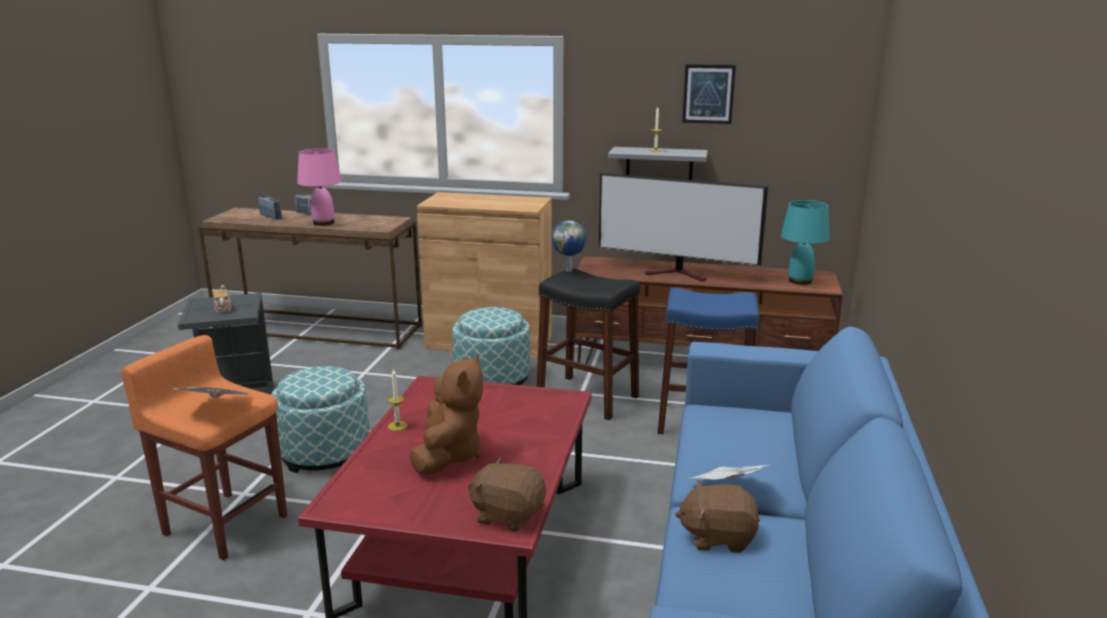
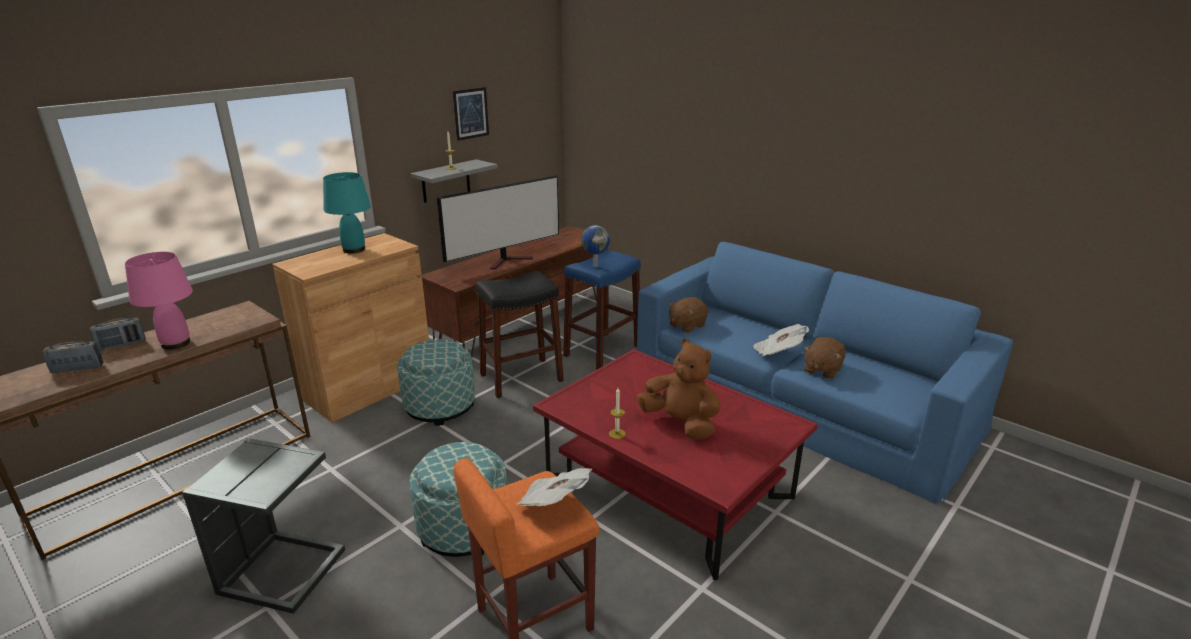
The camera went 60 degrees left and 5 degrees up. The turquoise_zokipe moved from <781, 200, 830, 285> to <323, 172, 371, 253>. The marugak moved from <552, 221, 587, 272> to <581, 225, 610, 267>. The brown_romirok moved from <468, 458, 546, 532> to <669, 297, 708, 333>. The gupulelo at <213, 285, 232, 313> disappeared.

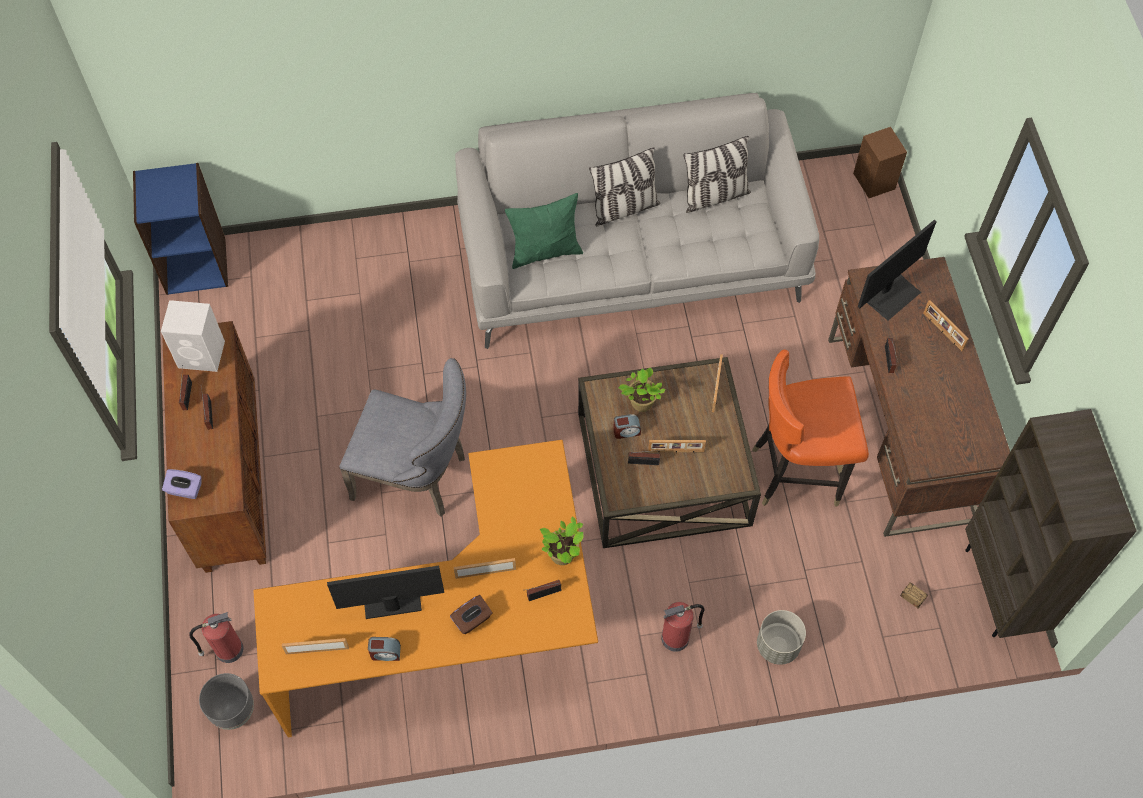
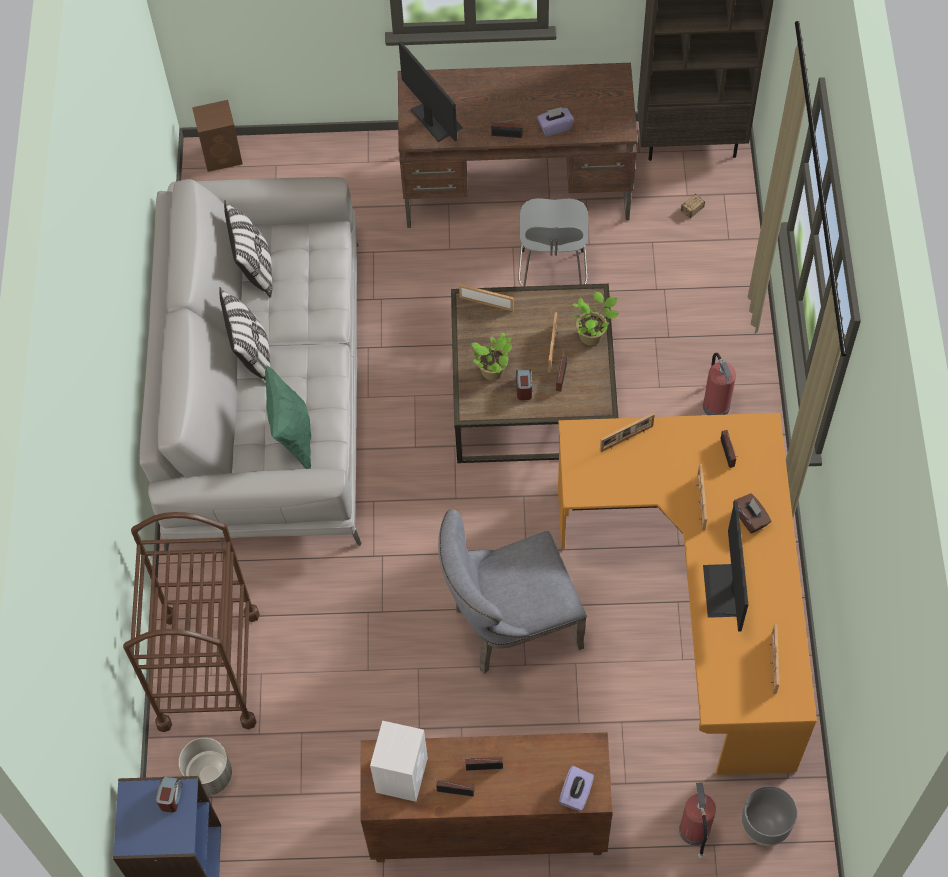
The camera went 80 degrees left and 0 degrees up. The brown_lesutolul at <123, 512, 260, 732> appeared. The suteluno moved from <368, 637, 401, 661> to <156, 777, 183, 813>. The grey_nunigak moved from <757, 610, 806, 665> to <179, 738, 232, 796>. The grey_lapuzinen at <339, 358, 466, 517> turned 135 degrees counterclockwise. The orange_lapuzinen at <752, 349, 869, 507> was replaced by the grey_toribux at <518, 198, 588, 287>. The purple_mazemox at <537, 107, 574, 137> appeared. The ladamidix moved from <540, 517, 584, 565> to <573, 292, 619, 345>. The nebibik moved from <924, 300, 969, 352> to <600, 413, 655, 452>.

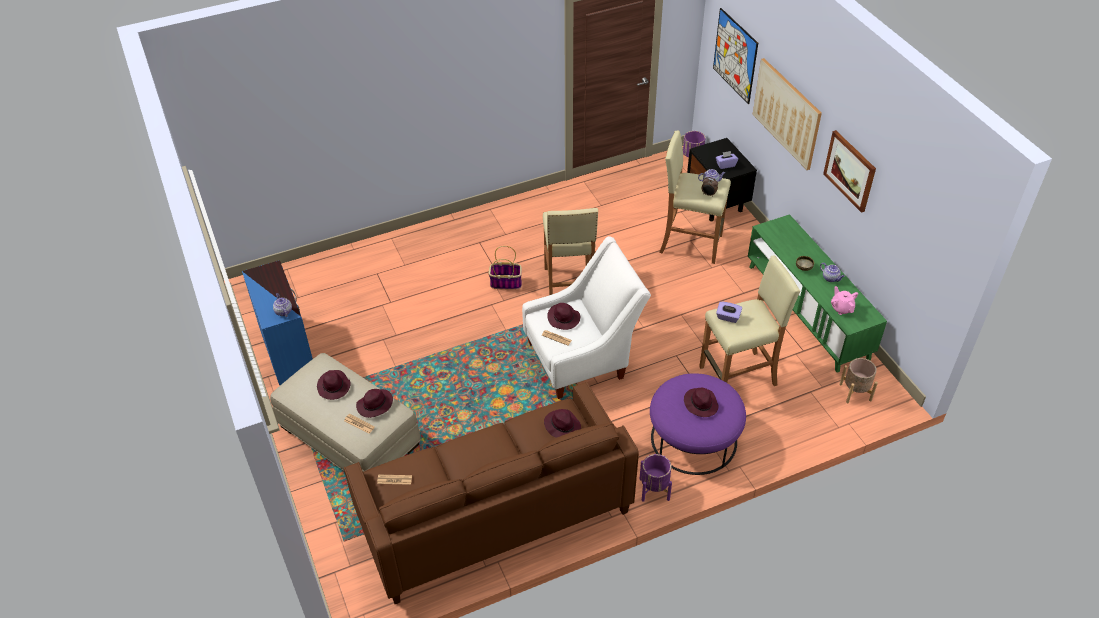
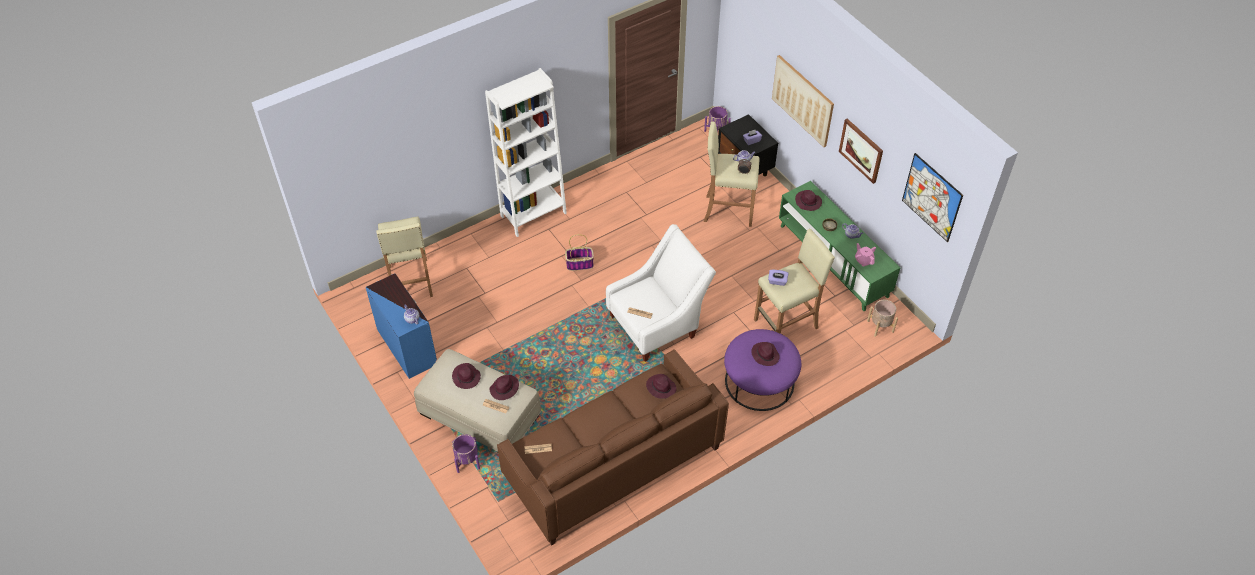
The camera went 10 degrees left and 5 degrees up. The beige_toribux moved from <543, 208, 598, 295> to <376, 216, 433, 297>. The purple_nunigak moved from <640, 454, 672, 502> to <452, 434, 480, 473>. The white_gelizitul at <485, 68, 567, 237> appeared. The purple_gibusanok moved from <547, 303, 580, 330> to <795, 190, 822, 211>. The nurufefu moved from <713, 8, 758, 104> to <902, 153, 963, 242>.

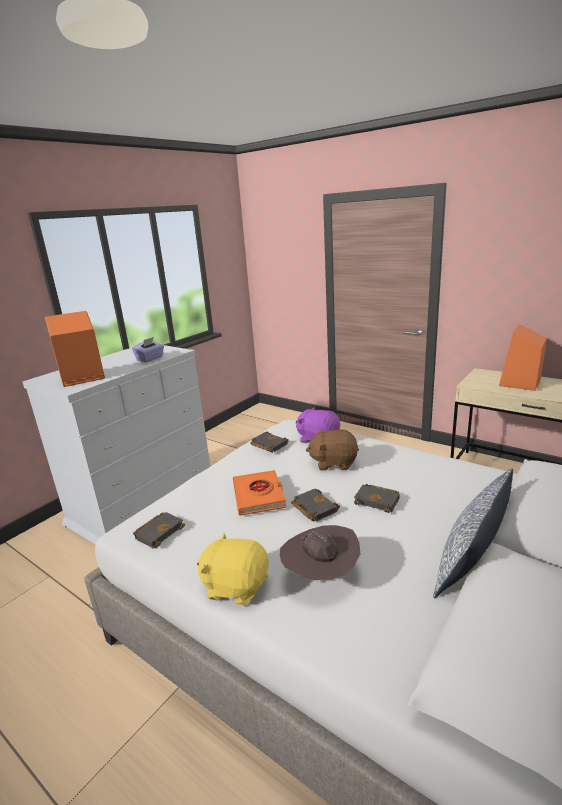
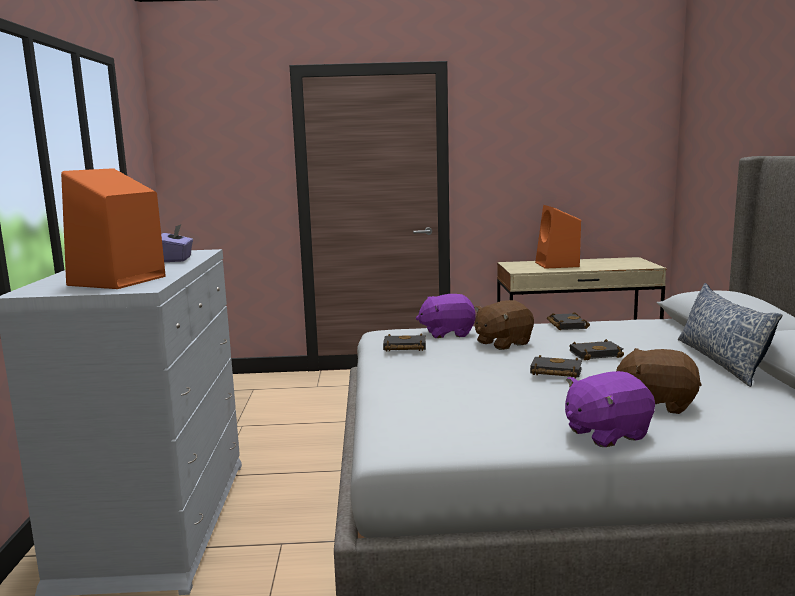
The camera went 40 degrees left and 10 degrees down. The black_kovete moved from <133, 512, 185, 548> to <547, 312, 590, 330>. The yellow_romirok at <196, 533, 269, 605> became the purple_romirok at <565, 371, 655, 447>. The brown_gibusanok at <280, 525, 361, 580> was replaced by the brown_romirok at <616, 348, 702, 414>. The orange_kovete at <233, 470, 286, 516> disappeared.

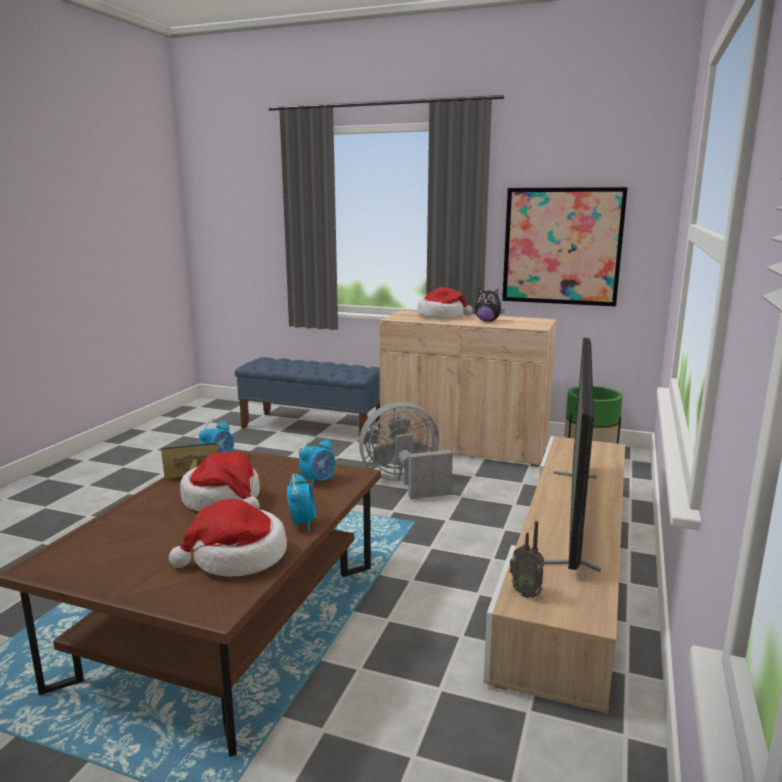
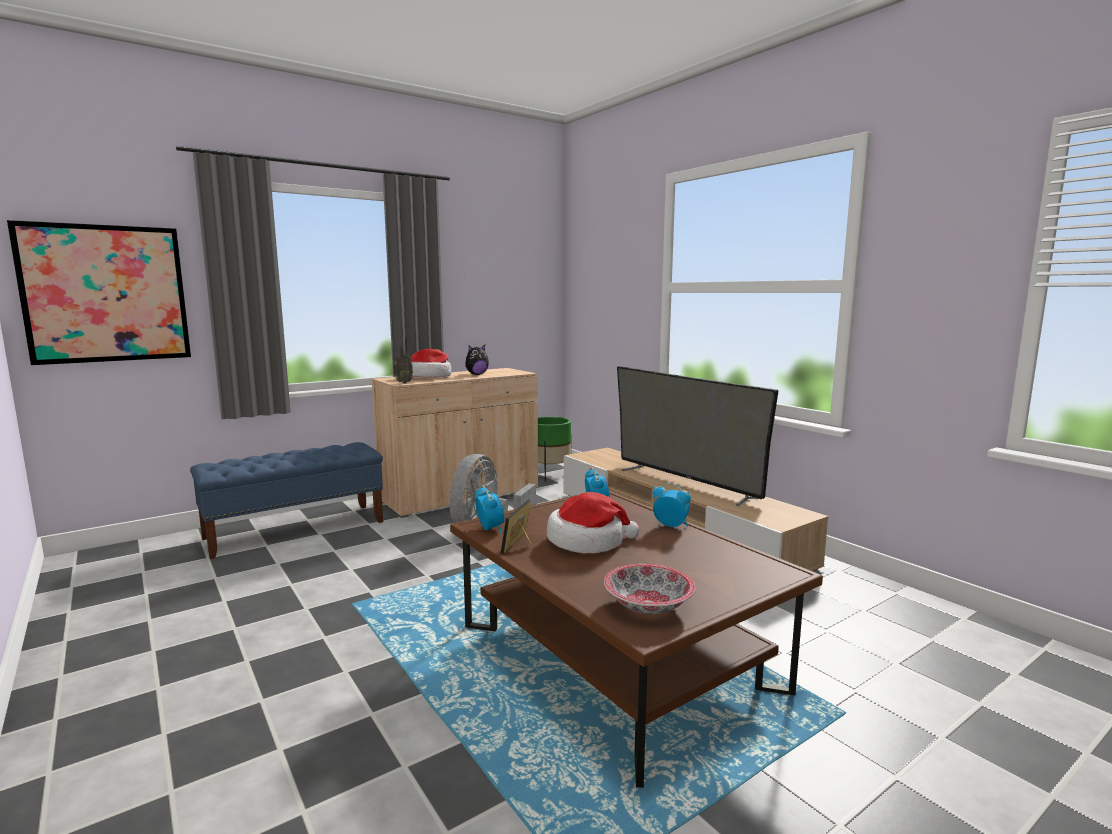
The camera went 55 degrees left and 5 degrees down. The nurufefu moved from <502, 187, 628, 307> to <7, 220, 191, 365>. The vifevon moved from <509, 521, 544, 598> to <393, 337, 413, 383>. The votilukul at <604, 564, 695, 614> appeared. The gibusanok at <169, 499, 287, 577> disappeared.

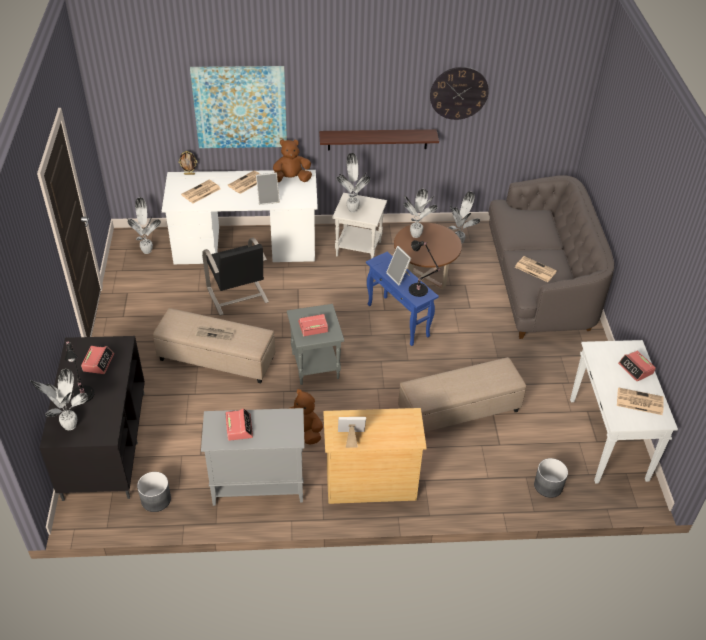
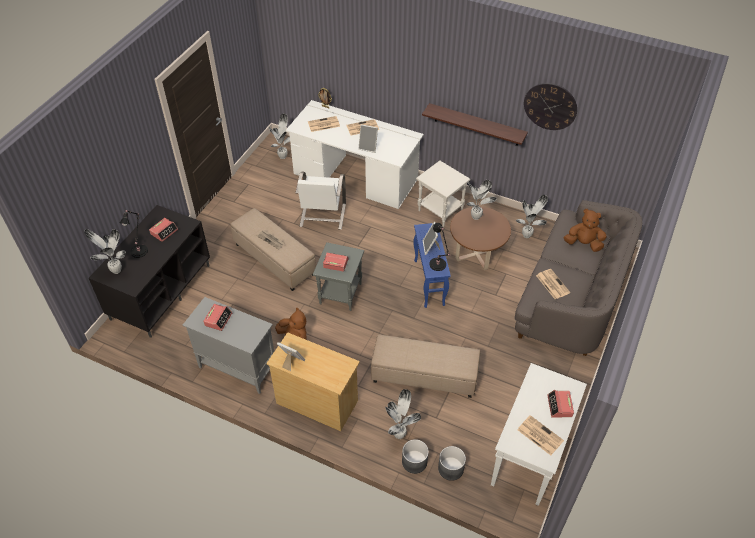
The camera went 30 degrees right and 5 degrees up. The black_lapuzinen at <202, 238, 269, 316> became the white_lapuzinen at <295, 171, 346, 230>. The ladamidix moved from <336, 153, 370, 213> to <385, 389, 421, 439>. The grey_nunigak moved from <137, 472, 171, 512> to <402, 439, 429, 474>. The brown_romirok moved from <273, 139, 312, 182> to <564, 209, 607, 252>. The nurufefu at <190, 66, 287, 148> disappeared.

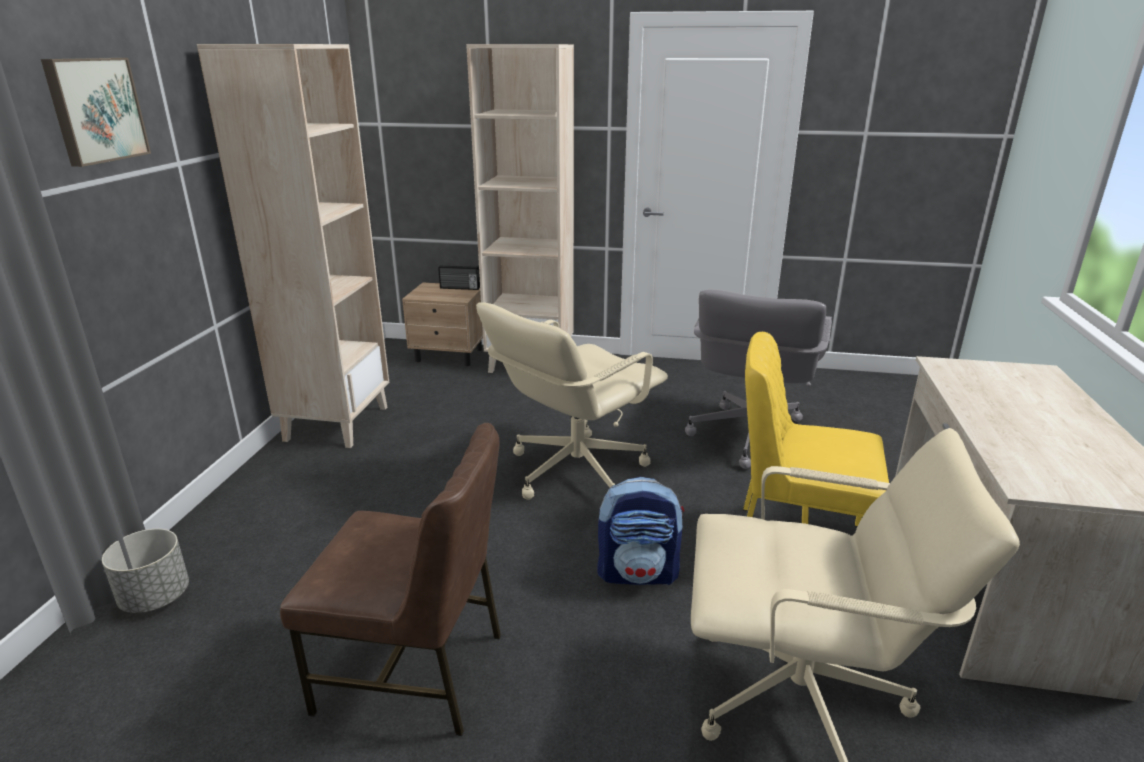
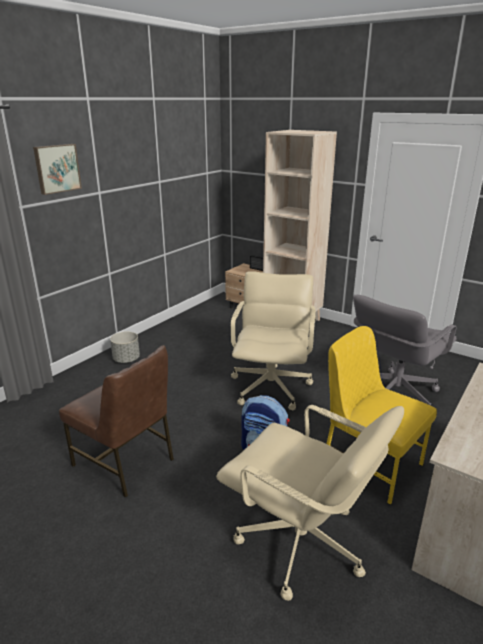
The camera went 25 degrees right and 0 degrees up. The grey_nunigak moved from <102, 529, 189, 613> to <110, 331, 140, 363>. The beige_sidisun at <476, 302, 668, 500> turned 120 degrees clockwise. The beige_gelizitul at <197, 44, 389, 448> disappeared.

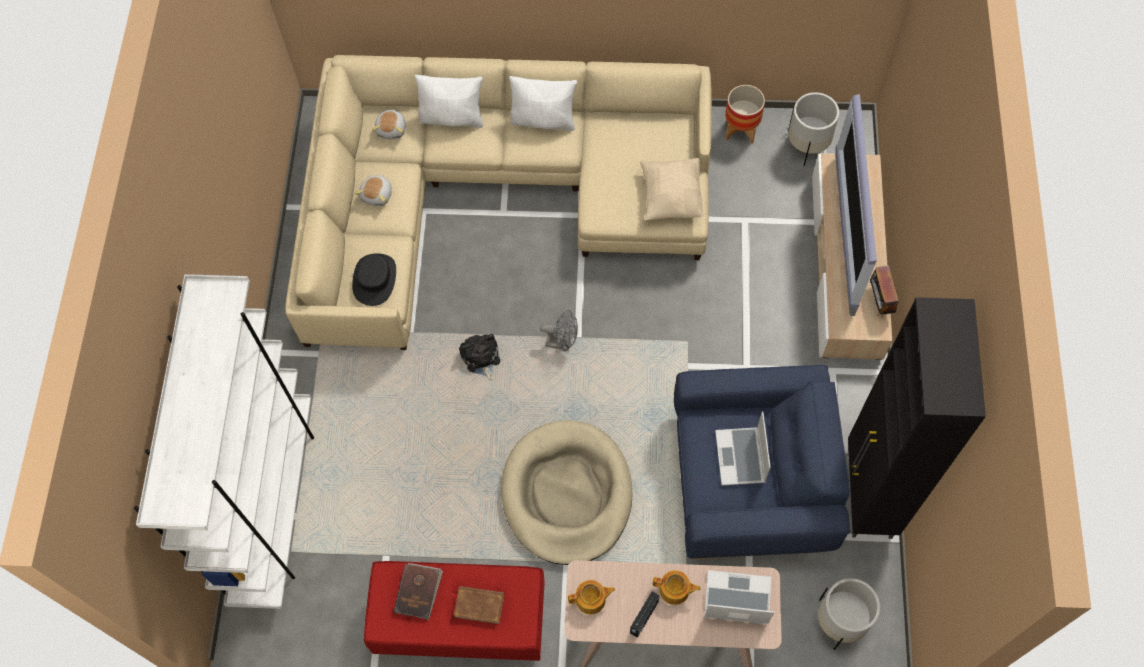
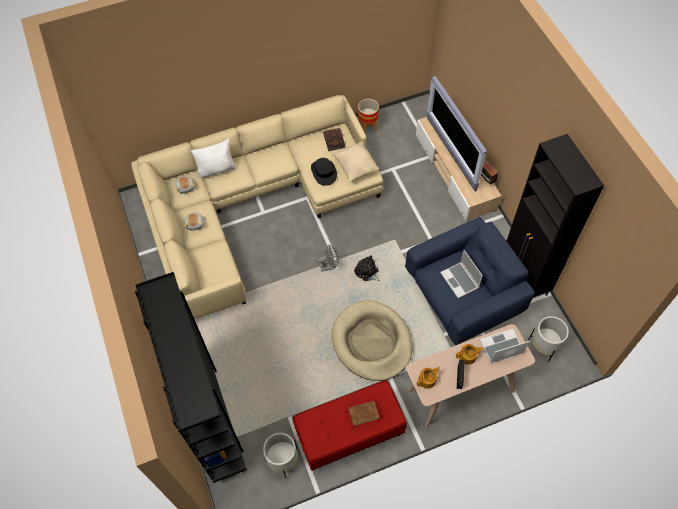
The camera went 25 degrees left and 5 degrees down. The white_gelizitul at <134, 274, 314, 609> became the black_gelizitul at <135, 272, 247, 483>. The white_nunigak moved from <788, 92, 839, 166> to <263, 433, 298, 478>. The black_gibusanok moved from <352, 253, 396, 306> to <311, 158, 337, 186>. The brown_kovete moved from <393, 563, 443, 620> to <323, 128, 346, 151>. The romirok moved from <459, 334, 500, 380> to <354, 255, 379, 281>. The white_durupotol at <509, 76, 577, 131> disappeared.

